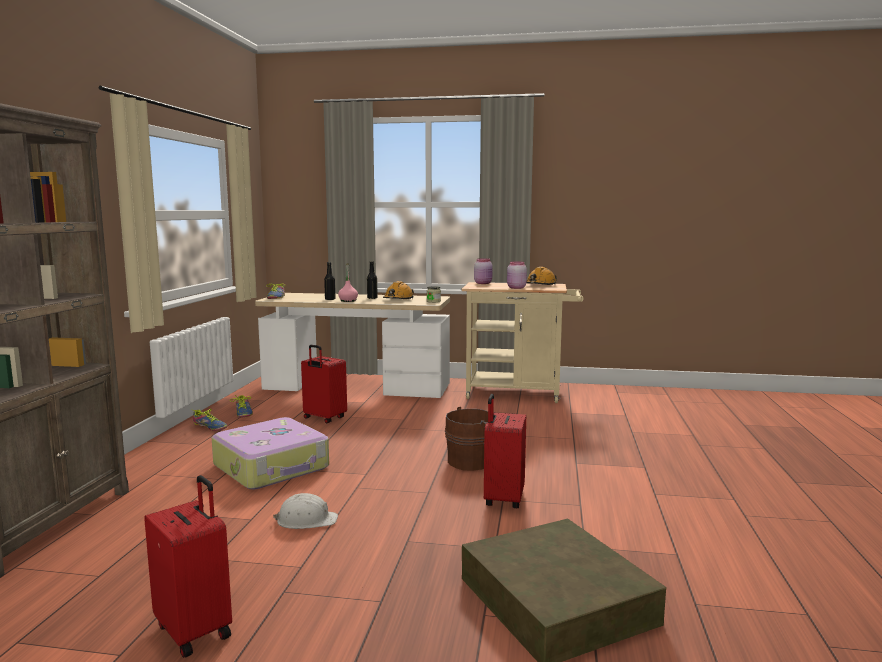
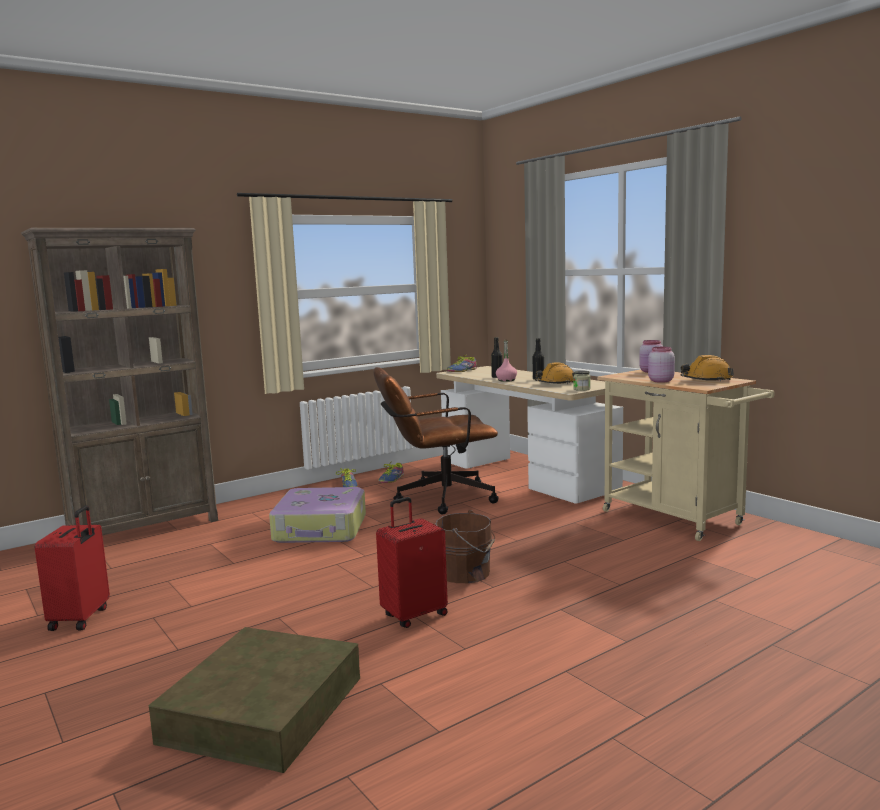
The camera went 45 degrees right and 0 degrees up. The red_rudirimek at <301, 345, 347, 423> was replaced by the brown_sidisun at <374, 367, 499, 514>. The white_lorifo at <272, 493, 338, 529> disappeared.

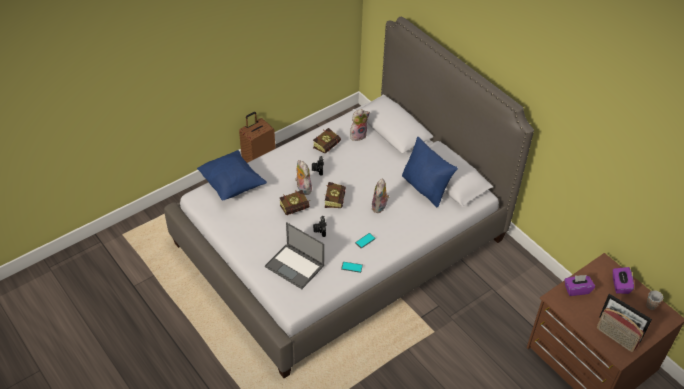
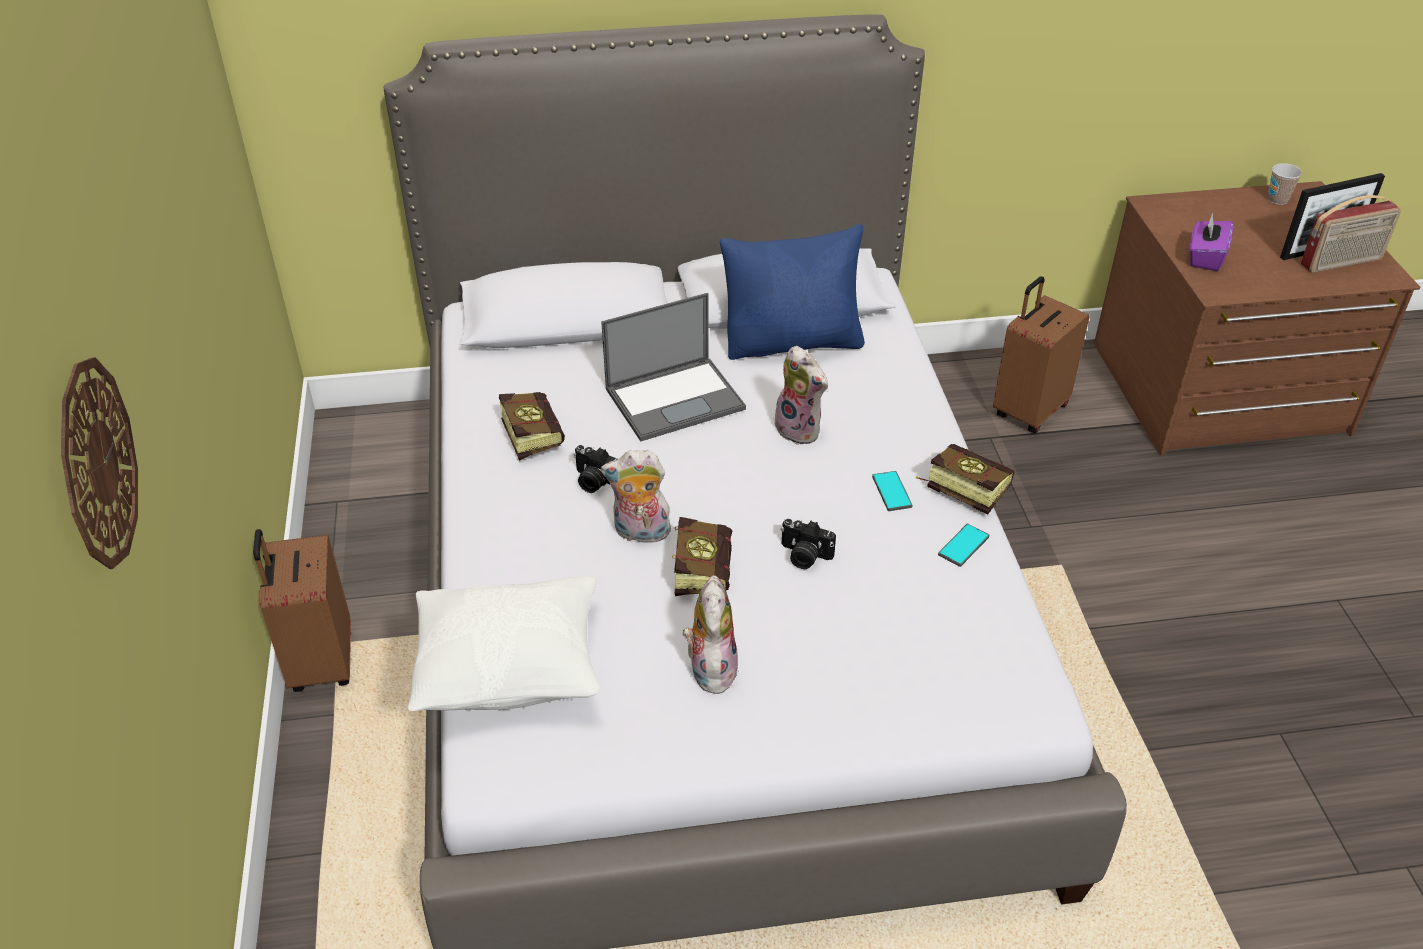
The camera went 60 degrees left and 5 degrees down. The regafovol at <61, 357, 138, 569> appeared. The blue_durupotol at <197, 150, 267, 200> became the white_durupotol at <408, 576, 599, 711>. The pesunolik moved from <265, 222, 324, 289> to <601, 293, 746, 442>. The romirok moved from <350, 109, 370, 141> to <683, 575, 738, 696>. The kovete moved from <324, 182, 346, 208> to <915, 444, 1014, 515>. The brown_rudirimek at <993, 276, 1090, 433> appeared. The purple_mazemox at <613, 267, 634, 294> disappeared.

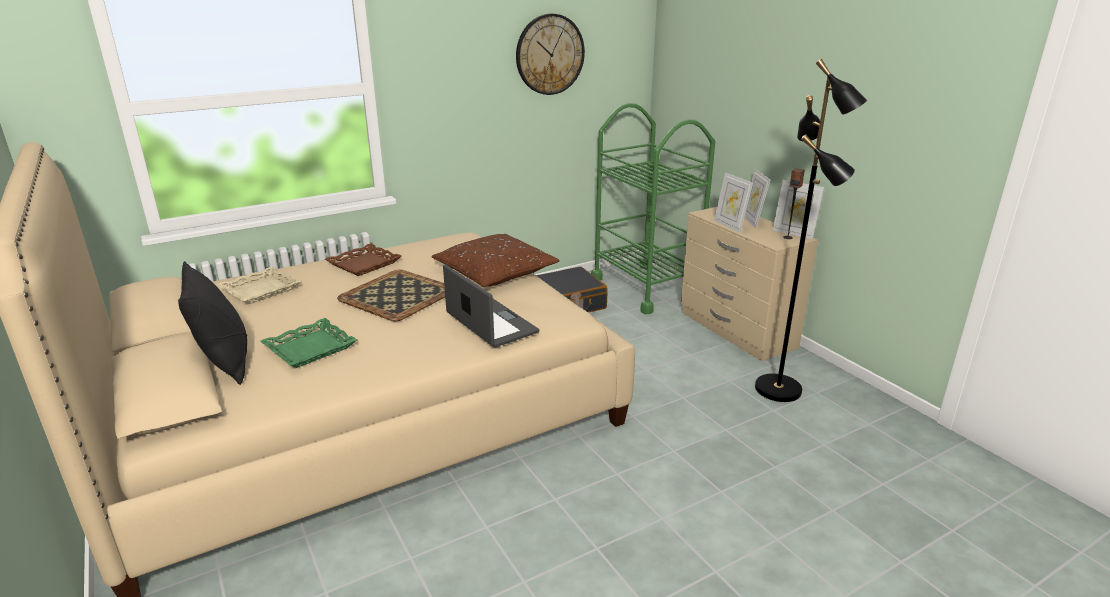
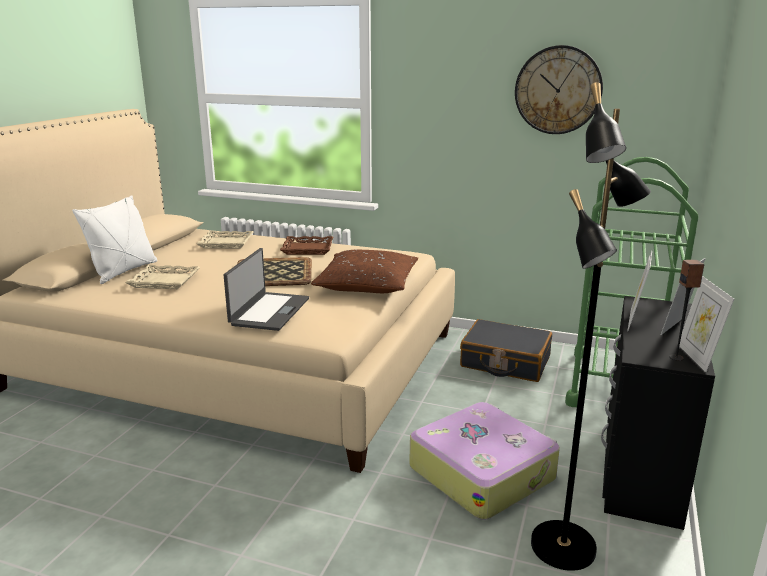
The camera went 50 degrees right and 5 degrees down. The black_durupotol at <178, 261, 247, 385> became the white_durupotol at <72, 195, 158, 284>. The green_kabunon at <260, 318, 357, 368> became the beige_kabunon at <125, 265, 200, 289>. The rudirimek at <409, 402, 560, 519> appeared. The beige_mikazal at <681, 207, 818, 361> became the black_mikazal at <601, 296, 715, 530>.

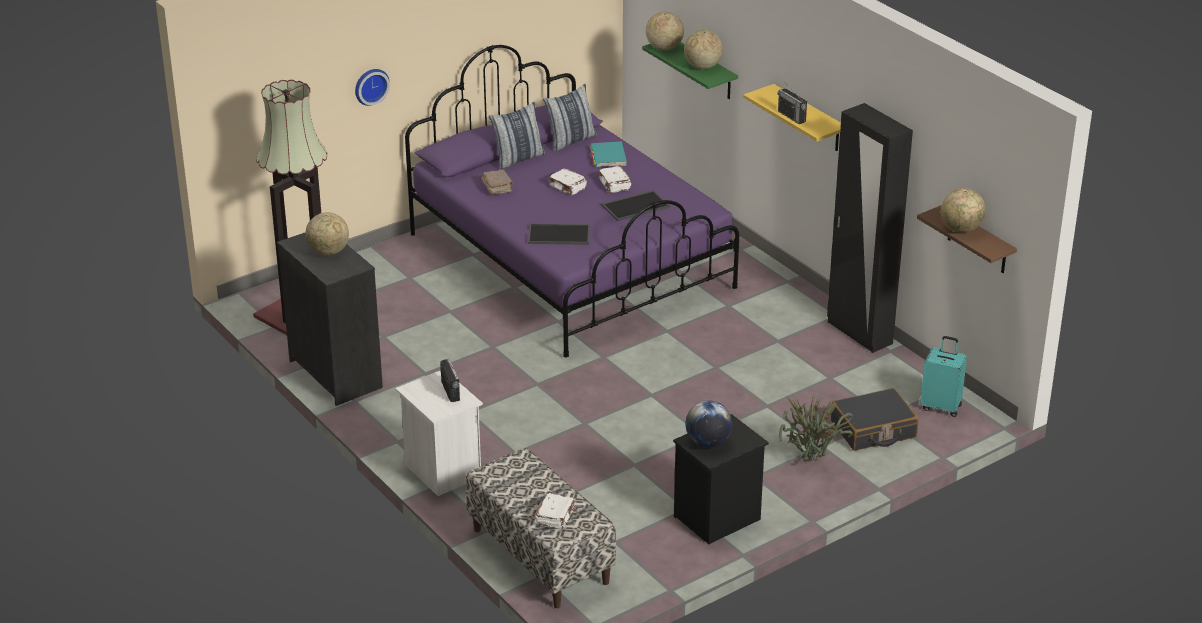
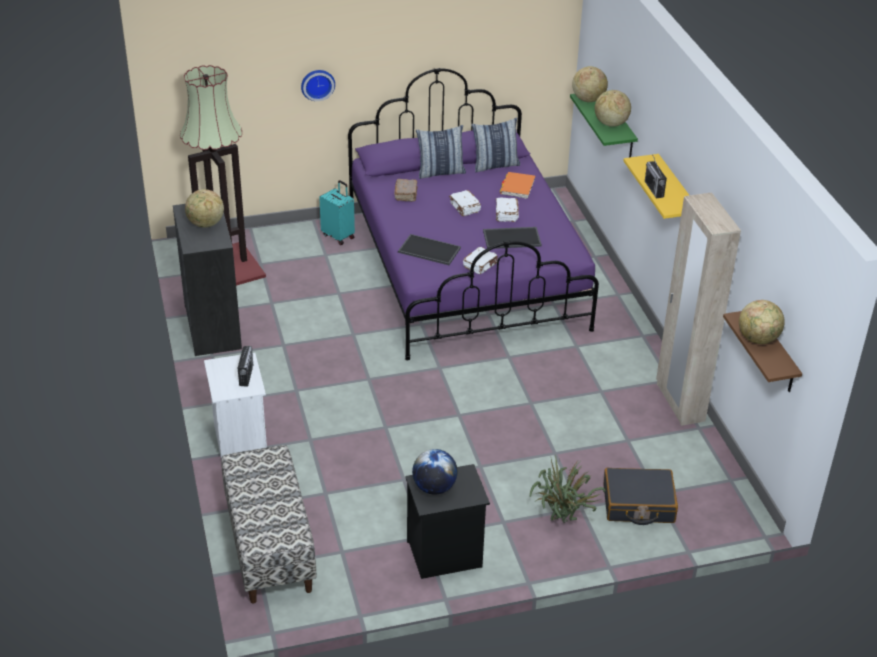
The camera went 20 degrees right and 5 degrees up. The turquoise_rudirimek moved from <920, 336, 967, 417> to <319, 180, 355, 245>. The white_kovete moved from <535, 493, 575, 529> to <463, 247, 498, 274>. The turquoise_kovete at <590, 141, 627, 167> became the orange_kovete at <500, 172, 535, 199>. The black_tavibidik at <827, 103, 913, 353> became the beige_tavibidik at <656, 192, 741, 426>.

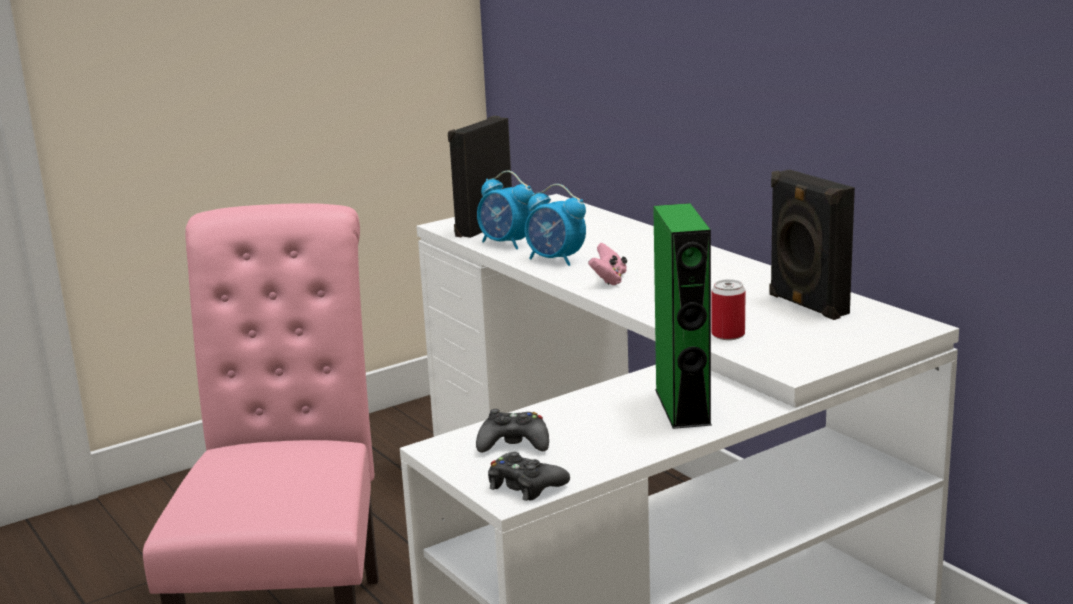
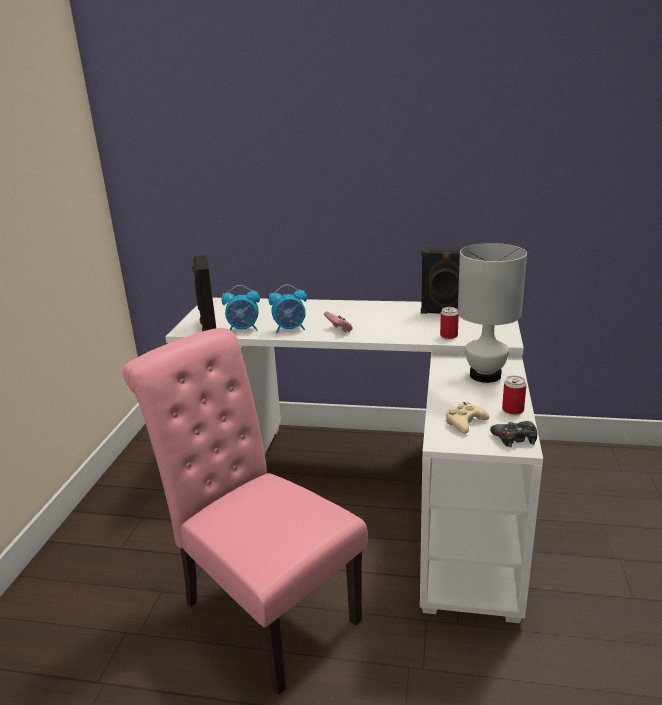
The camera went 45 degrees left and 5 degrees up. The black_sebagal at <476, 409, 549, 453> became the beige_sebagal at <446, 402, 489, 434>. The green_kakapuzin at <653, 203, 712, 429> was replaced by the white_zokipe at <458, 243, 527, 383>. The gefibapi at <502, 375, 526, 415> appeared.

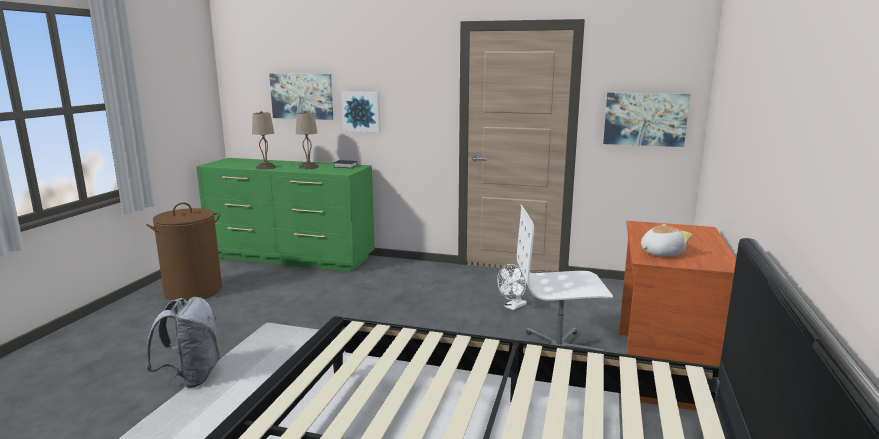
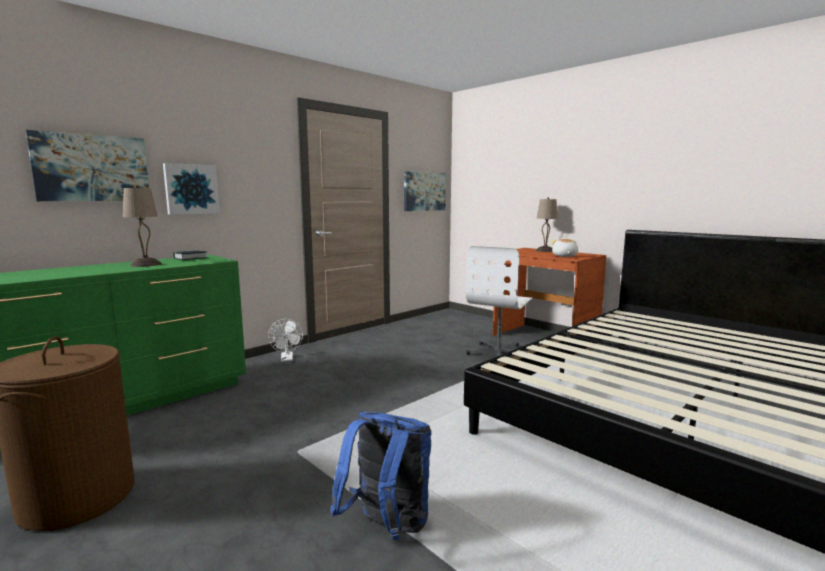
The camera went 60 degrees left and 5 degrees down. The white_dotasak moved from <497, 264, 527, 310> to <268, 319, 303, 362>. The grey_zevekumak at <146, 297, 220, 388> became the blue_zevekumak at <330, 412, 431, 540>. The beige_zokipe moved from <252, 111, 276, 170> to <535, 197, 558, 252>.

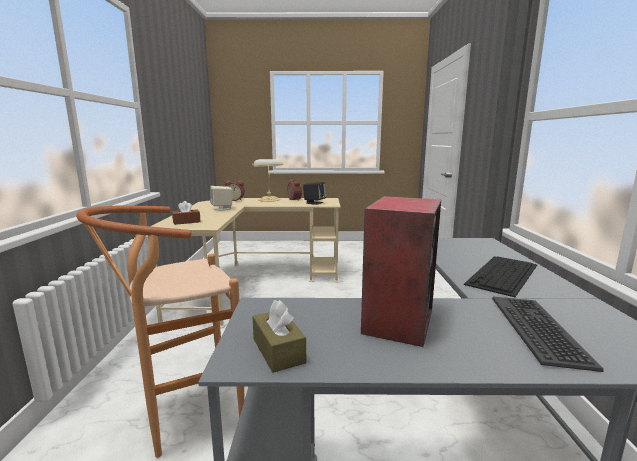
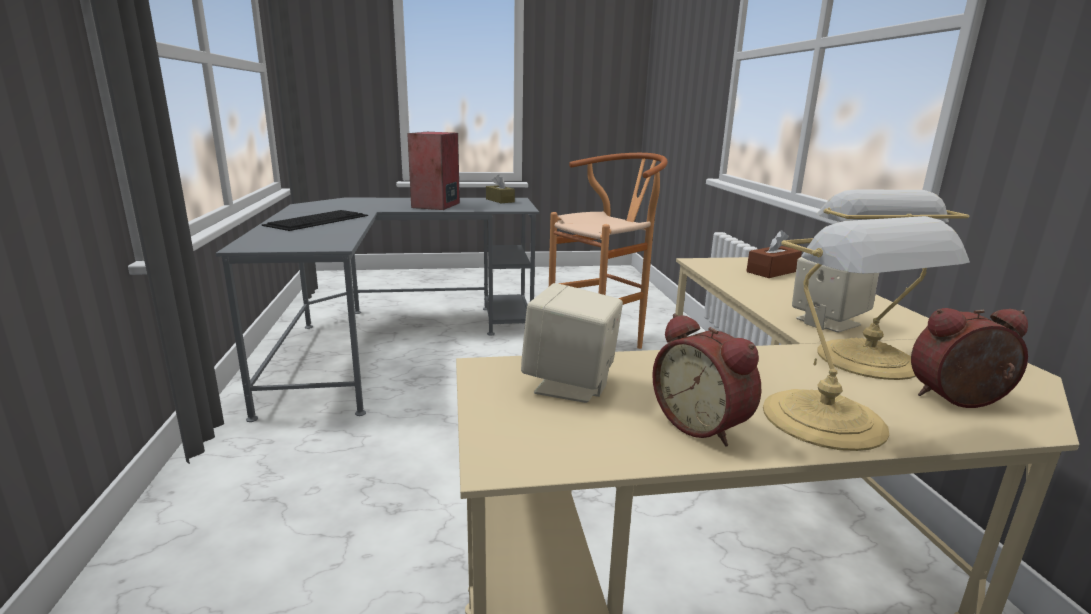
The camera went 170 degrees right and 5 degrees up. The black_kakapuzin at <303, 182, 326, 205> became the beige_kakapuzin at <521, 283, 623, 403>. The zokipe at <817, 189, 969, 380> appeared. The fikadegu at <492, 297, 603, 372> disappeared.

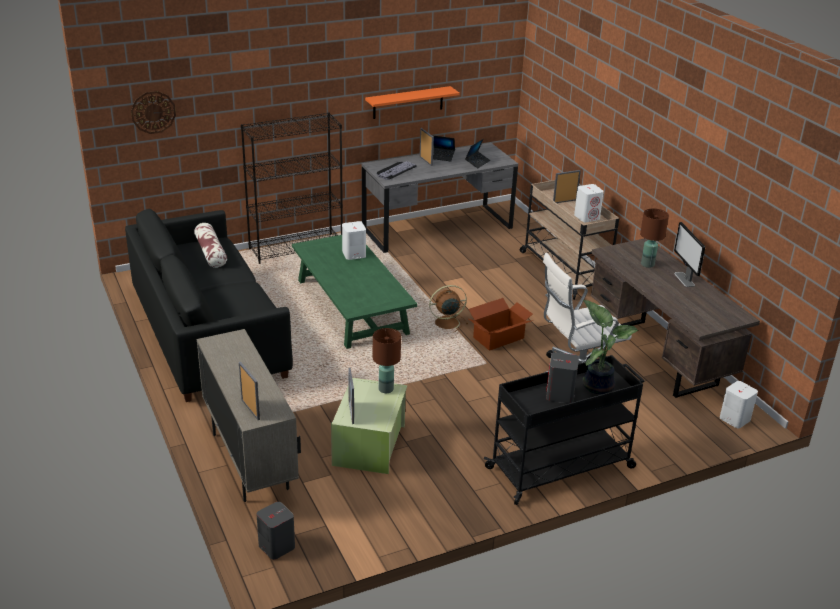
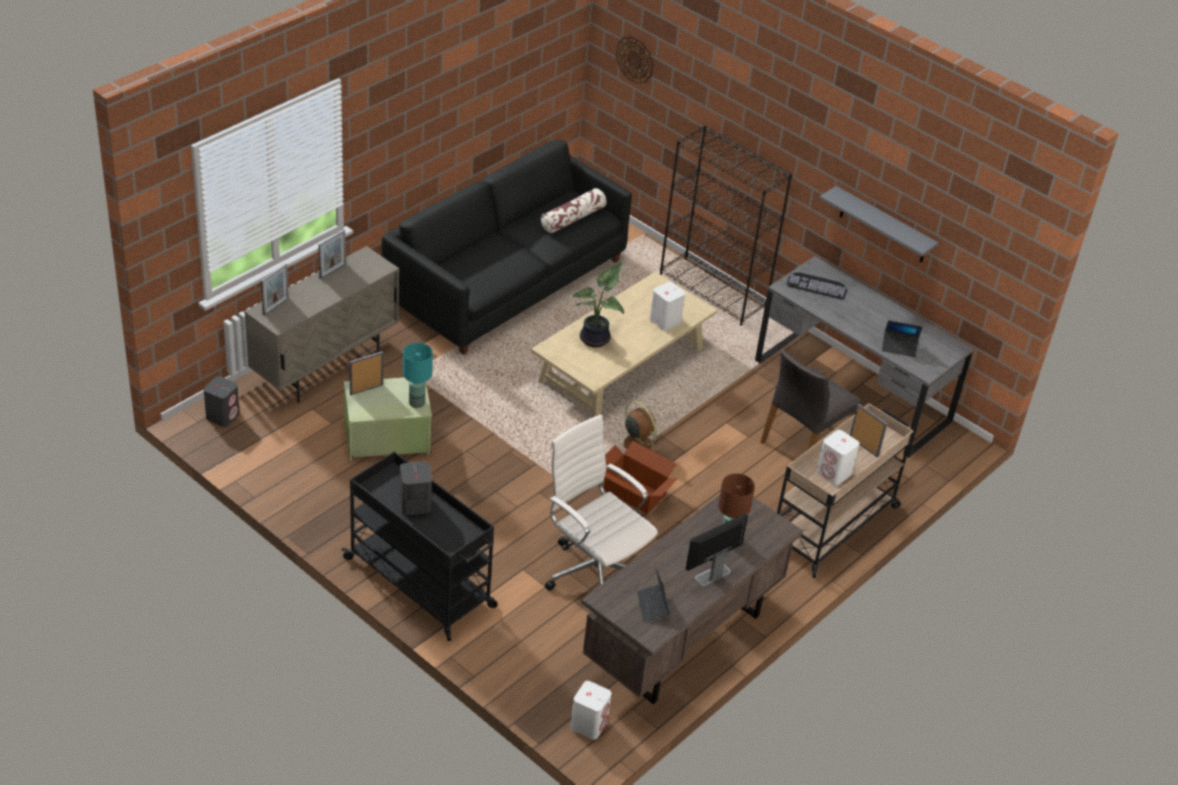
The camera went 65 degrees right and 10 degrees up. The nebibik moved from <419, 128, 434, 166> to <318, 230, 346, 279>. The brown_zokipe at <373, 328, 401, 393> became the turquoise_zokipe at <403, 343, 433, 408>. The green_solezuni at <292, 235, 417, 349> became the beige_solezuni at <531, 271, 718, 418>. The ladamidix moved from <582, 300, 639, 394> to <573, 263, 624, 348>. The pesunolik moved from <432, 135, 455, 161> to <637, 569, 669, 622>. The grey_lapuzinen at <760, 348, 861, 449> appeared. The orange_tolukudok at <365, 86, 460, 119> became the grey_tolukudok at <820, 186, 938, 263>.

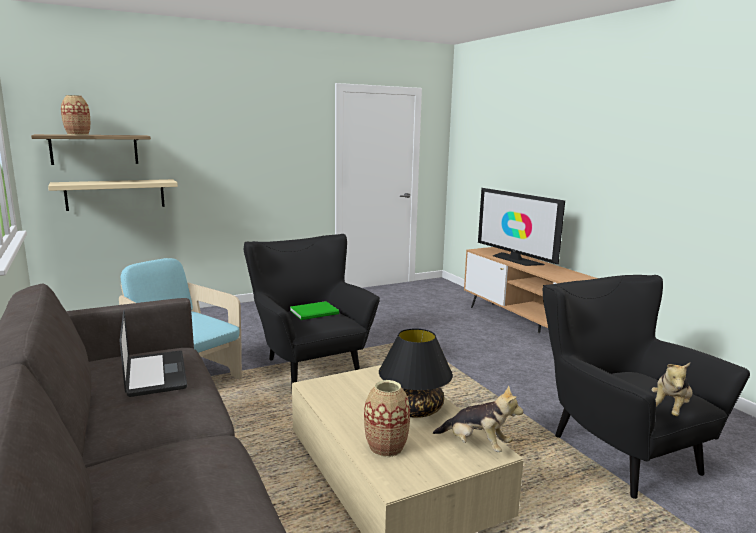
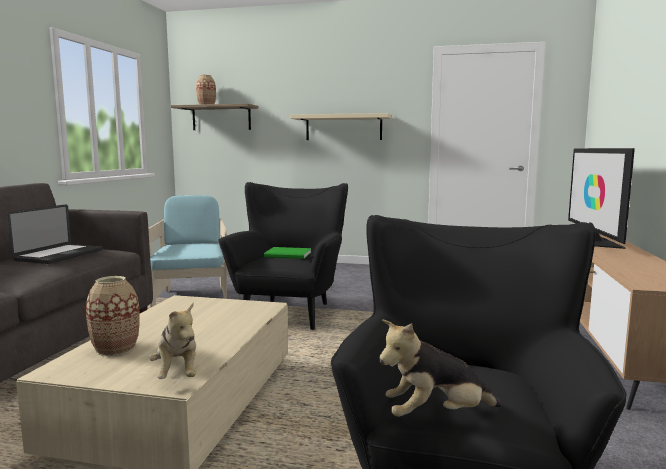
The camera went 40 degrees right and 5 degrees down. The beige_tolukudok moved from <48, 179, 178, 211> to <290, 113, 392, 140>. The black_zokipe at <379, 328, 453, 418> disappeared.

